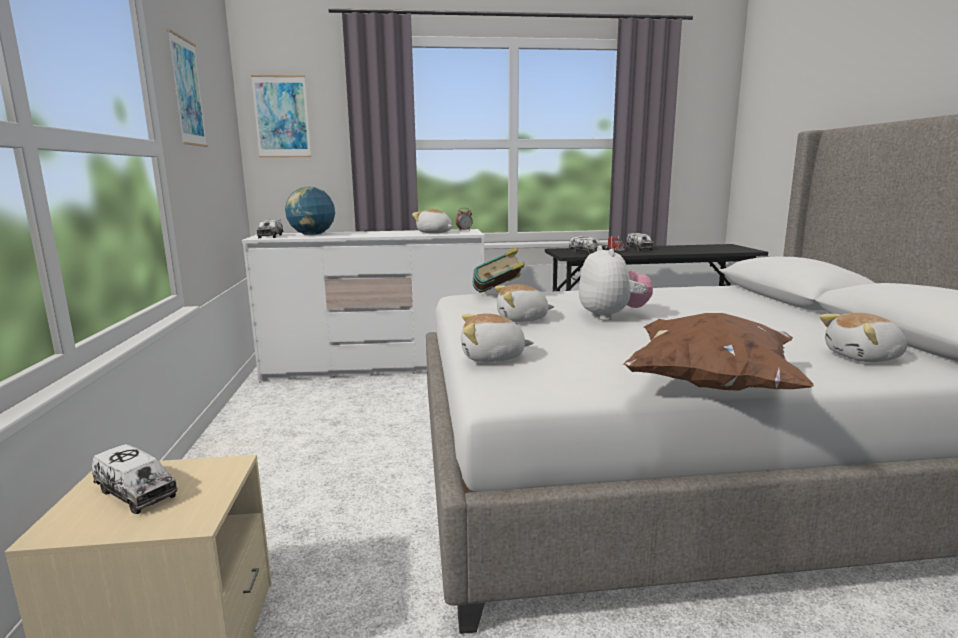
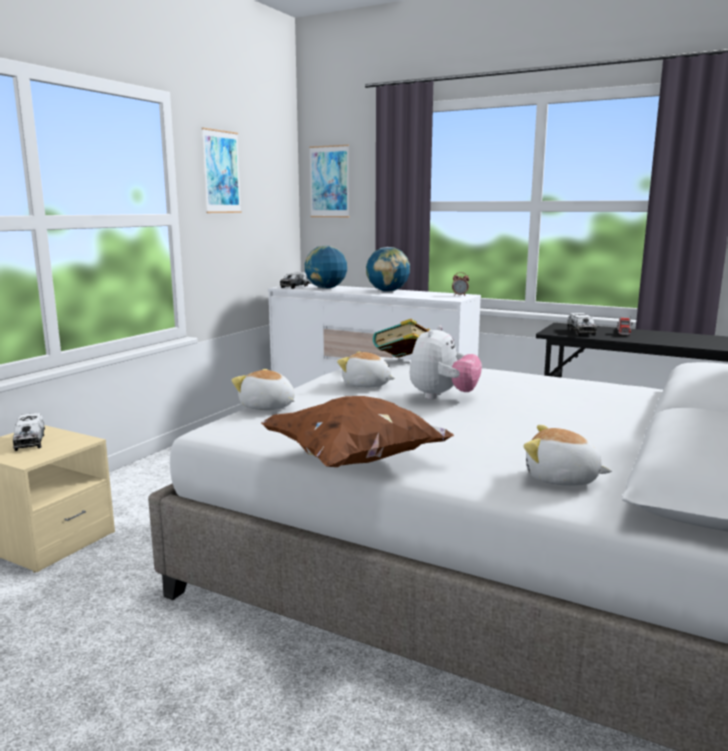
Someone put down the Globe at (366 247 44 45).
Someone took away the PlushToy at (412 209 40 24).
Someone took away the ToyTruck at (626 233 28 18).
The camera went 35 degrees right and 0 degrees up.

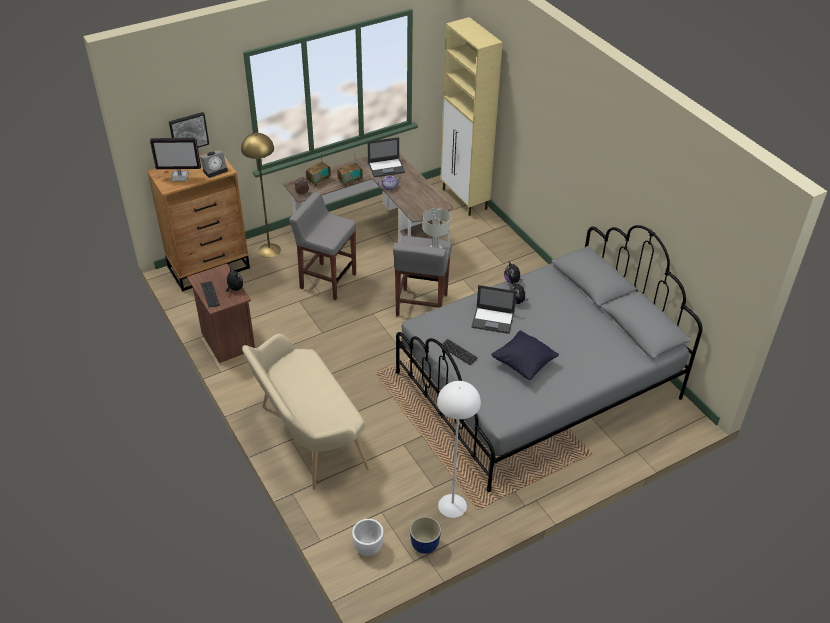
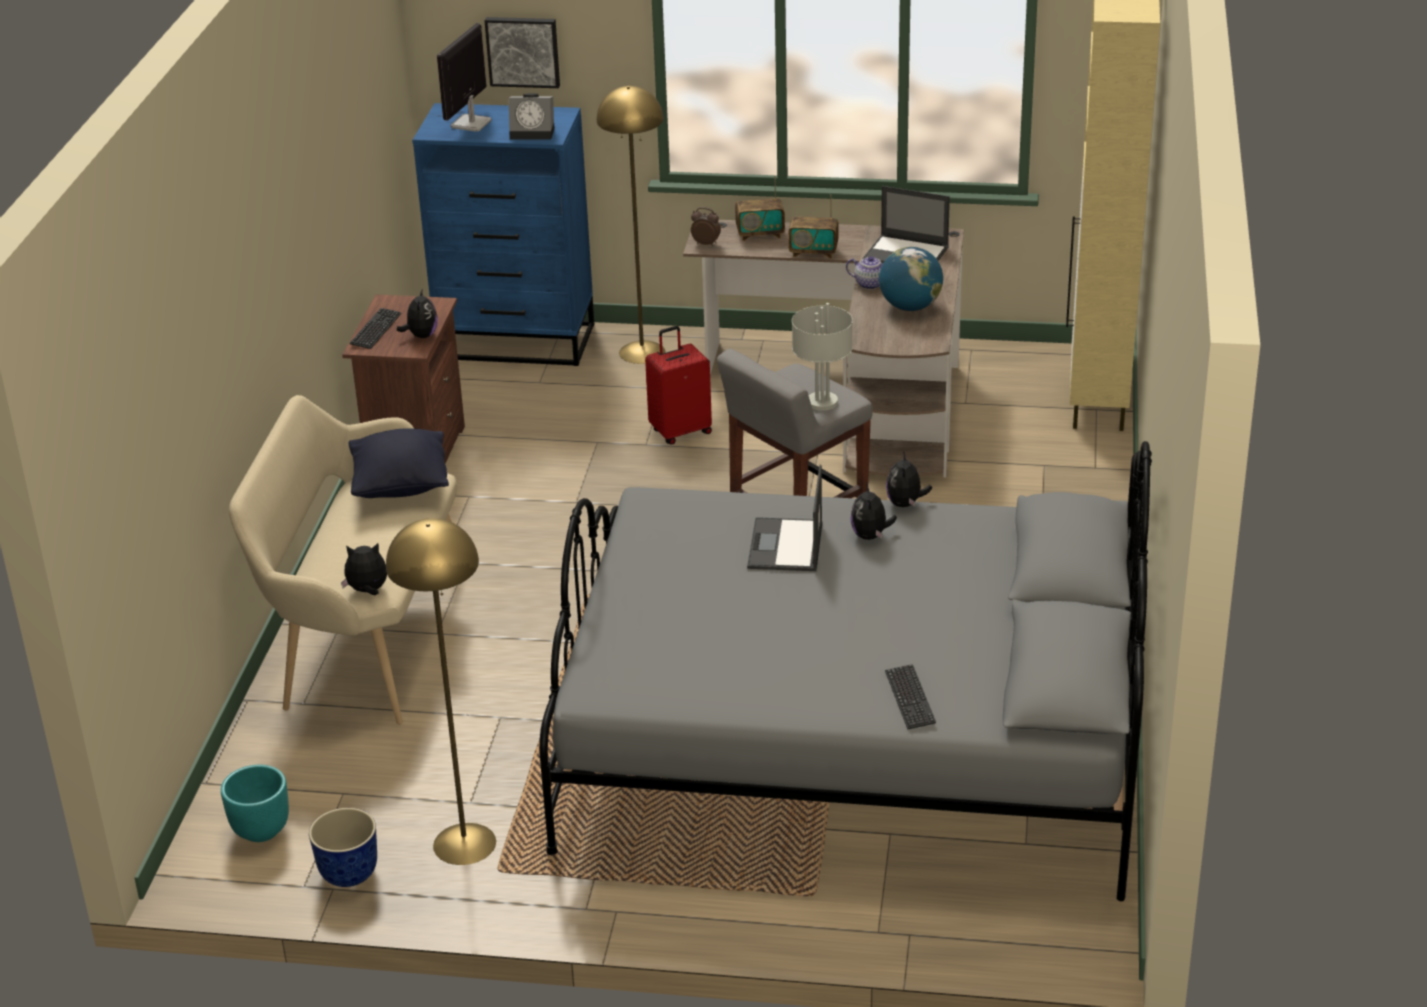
Someone repainted the WhitePlanter at (352 519 32 37), which became the TurquoisePlanter at (221 764 68 78).
Someone put down the PlushToy at (341 543 46 52).
Someone carried the BlackPillow from (491 331 68 49) to (348 428 101 70).
Someone repainted the WhiteFloorLamp at (437 381 44 137), which became the YellowFloorLamp at (386 518 110 347).
Someone repainted the BrownDresser at (147 150 103 142), which became the BlueDresser at (412 103 182 263).
Someone rotated the Monitor at (150 138 51 43) by 75 degrees clockwise.
Someone swapped the GreyStool at (289 192 67 108) for the RedSuitcase at (645 326 67 119).
Someone rotated the Laptop at (471 285 46 49) by 45 degrees clockwise.
Someone put down the Globe at (879 247 64 64).
Someone carried the Keyboard from (442 339 36 27) to (885 664 51 65).
The camera went 40 degrees right and 10 degrees down.

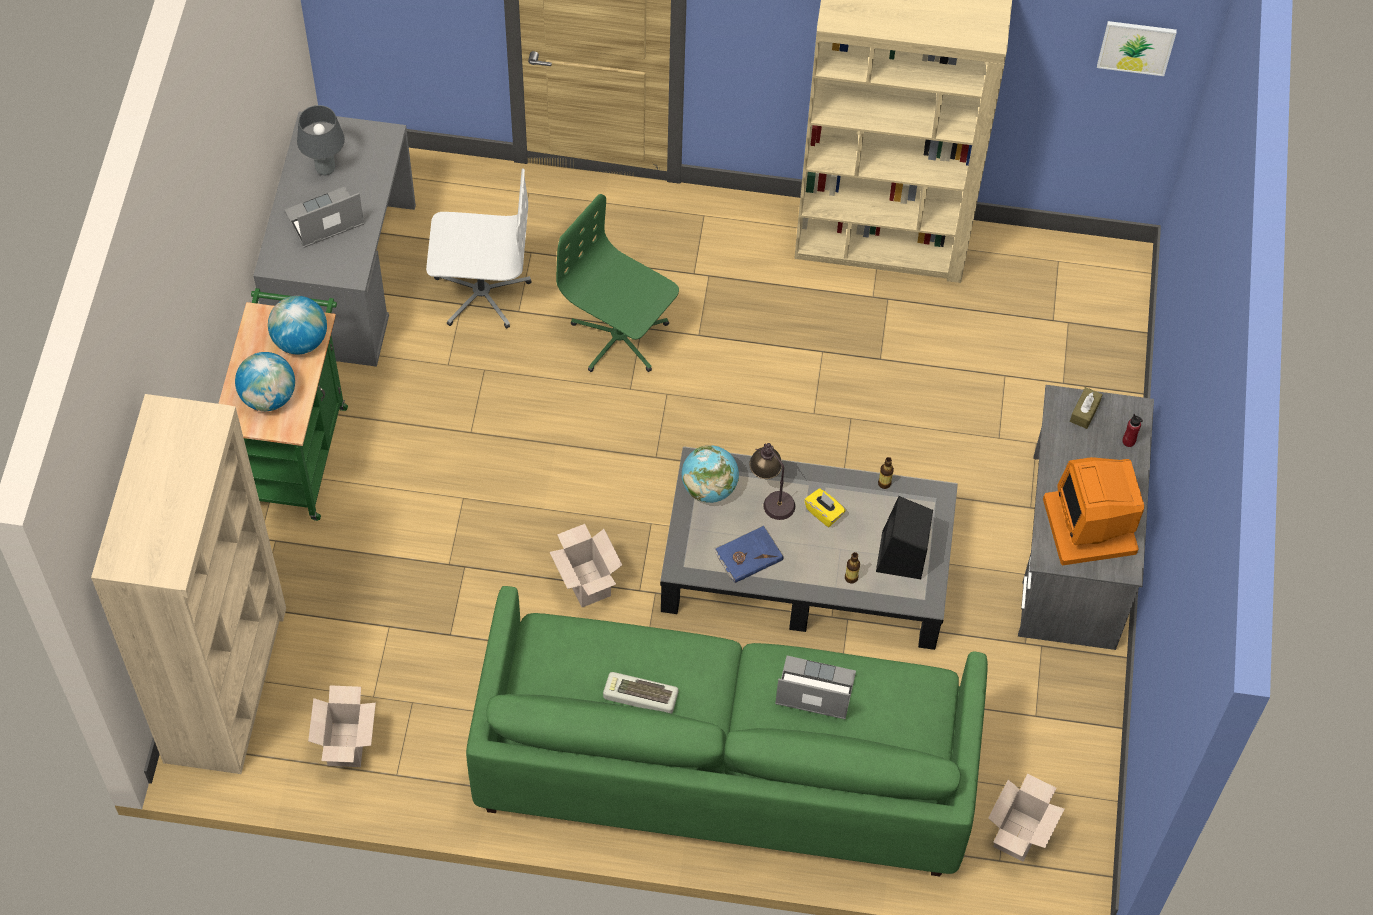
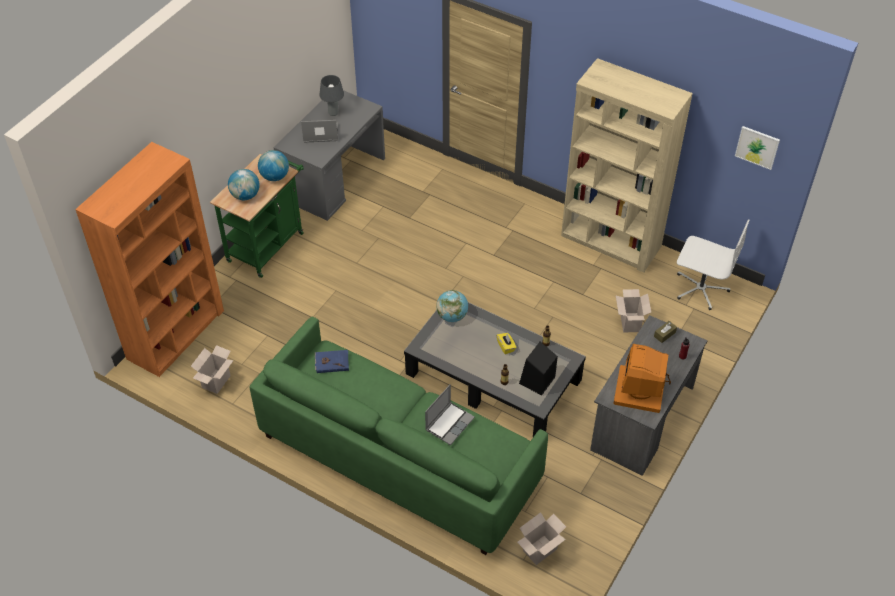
Someone repainted the BeigeBookcase at (91 394 195 380), which became the OrangeBookcase at (75 142 149 235).
Someone carried the BlueBook from (713 526 70 57) to (315 350 34 23).
Someone rotated the Laptop at (775 656 81 63) by 90 degrees clockwise.
Someone carried the CardboardBox from (550 524 72 83) to (616 289 35 44).
Someone carried the WhiteOfficeChair from (426 169 106 160) to (677 219 73 91).
Someone took away the GreenOfficeChair at (556 194 123 178).
Someone took away the Keyboard at (603 672 75 42).
Someone took away the TableLamp at (749 443 46 77).
The camera went 25 degrees right and 10 degrees down.

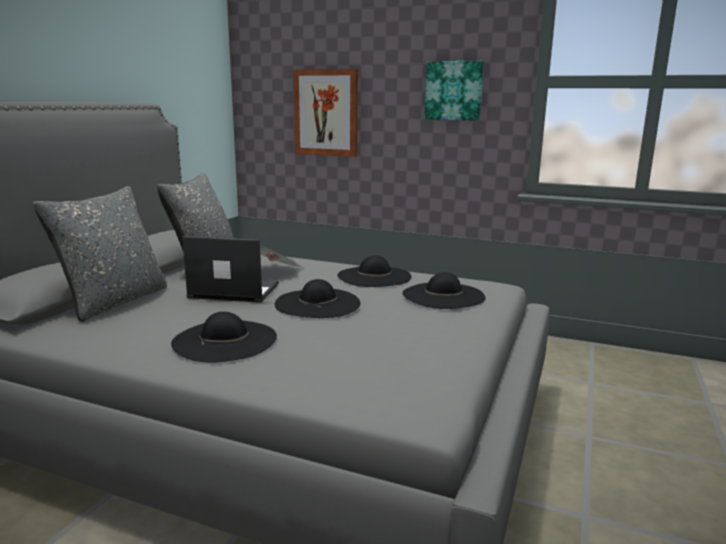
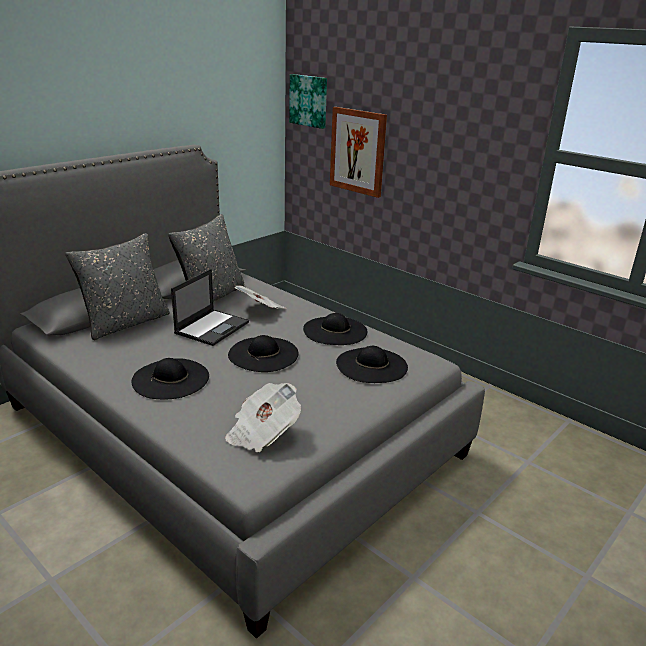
Someone rotated the Laptop at (182 236 97 67) by 90 degrees clockwise.
Someone put down the Newspaper at (225 383 76 69).
Someone carried the Picture from (425 60 59 61) to (289 74 38 55).
The camera went 20 degrees right and 10 degrees up.

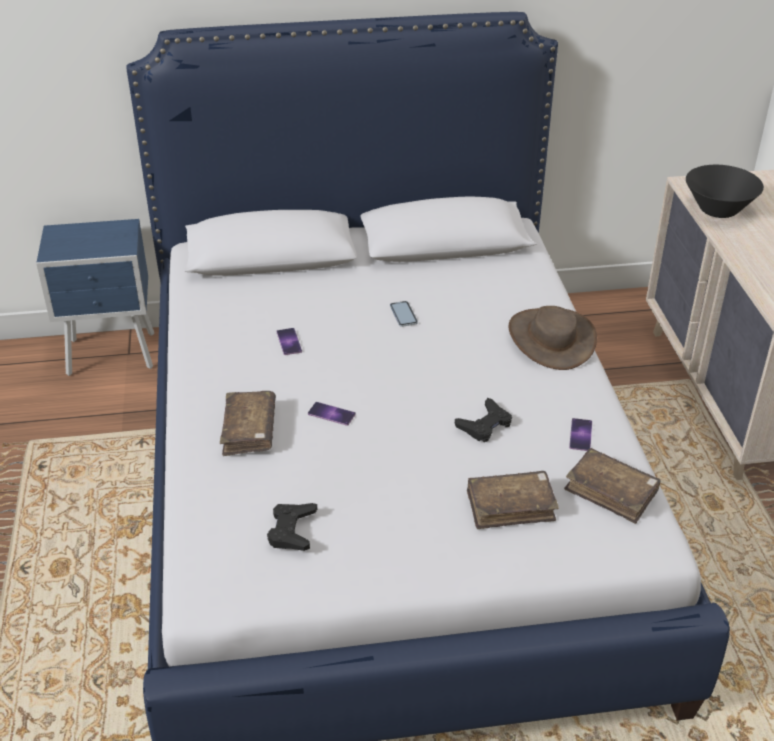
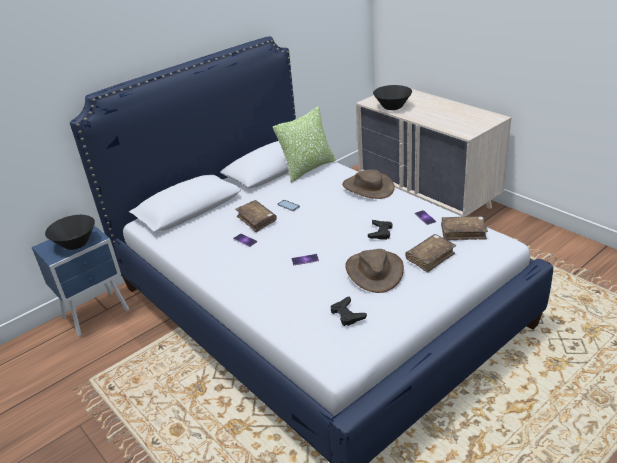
Someone put down the BlackBowl at (45 215 50 35).
Someone carried the BrownBook from (220 391 56 65) to (235 200 42 32).
Someone put down the Pillow at (273 106 63 77).
Someone put down the BrownHat at (345 249 59 44).
The camera went 30 degrees left and 5 degrees down.

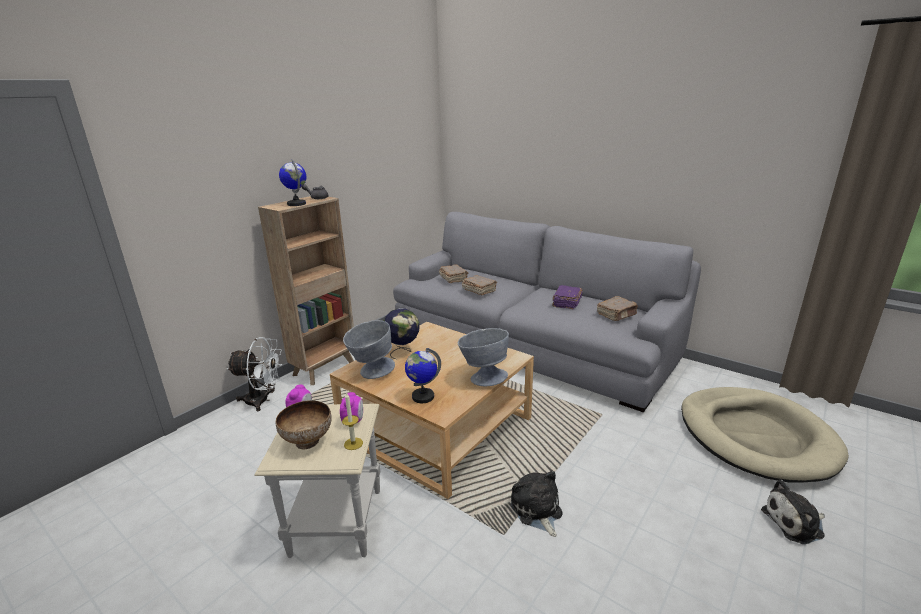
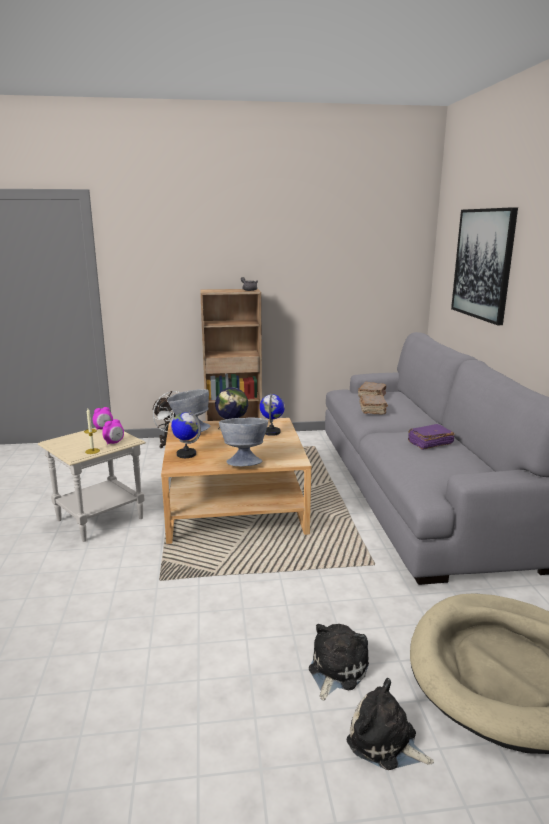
Someone carried the Globe from (279 160 27 46) to (260 393 25 43).
Someone carried the PlushToy from (511 471 51 66) to (309 624 60 76).
Someone put up the Picture at (451 207 67 118).
Someone took away the Bowl at (275 400 57 49).
Someone took away the BrownBook at (597 296 41 25).
The camera went 45 degrees right and 5 degrees down.

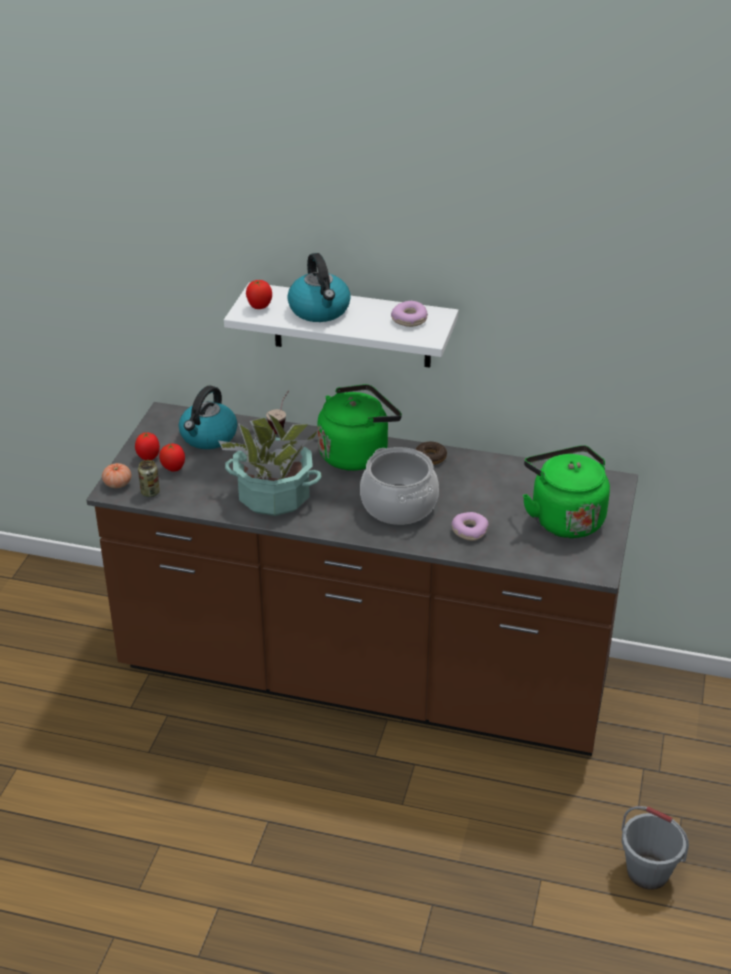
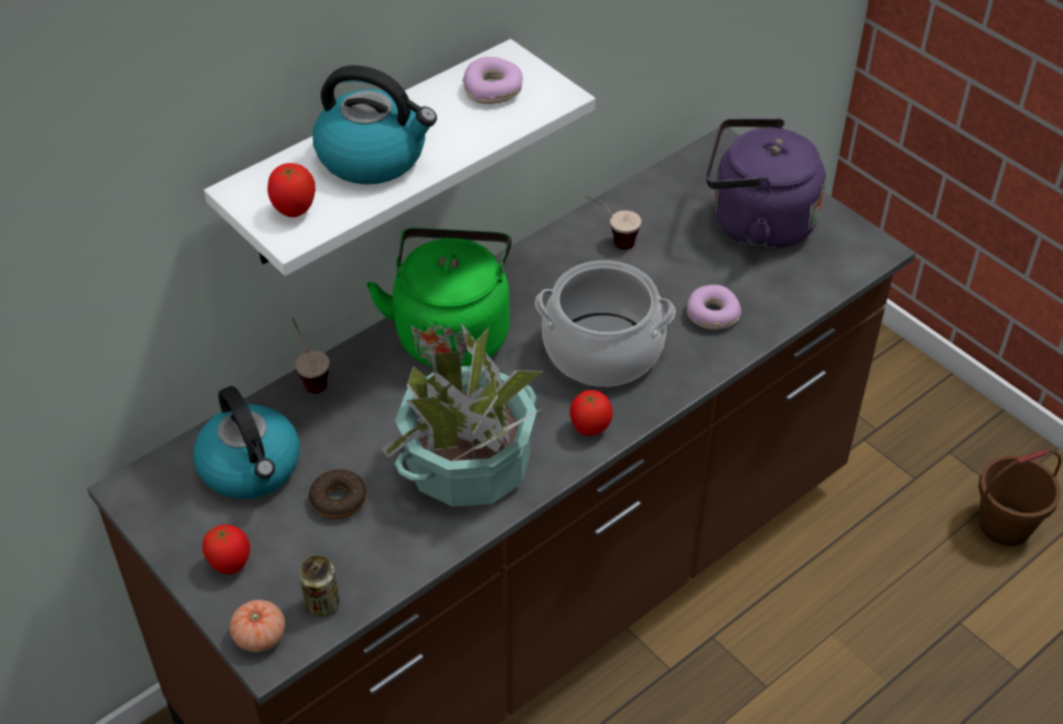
Someone carried the Donut from (416 442 31 23) to (309 469 57 50).
Someone carried the Tomato from (159 443 26 29) to (570 390 43 46).
Someone put down the Cup at (587 196 54 54).
Someone repainted the GreenKettle at (523 445 87 93), which became the PurpleKettle at (706 118 120 132).
Someone repainted the GreyBucket at (621 806 68 84), which became the BrownBucket at (978 449 84 97).
The camera went 55 degrees left and 10 degrees up.

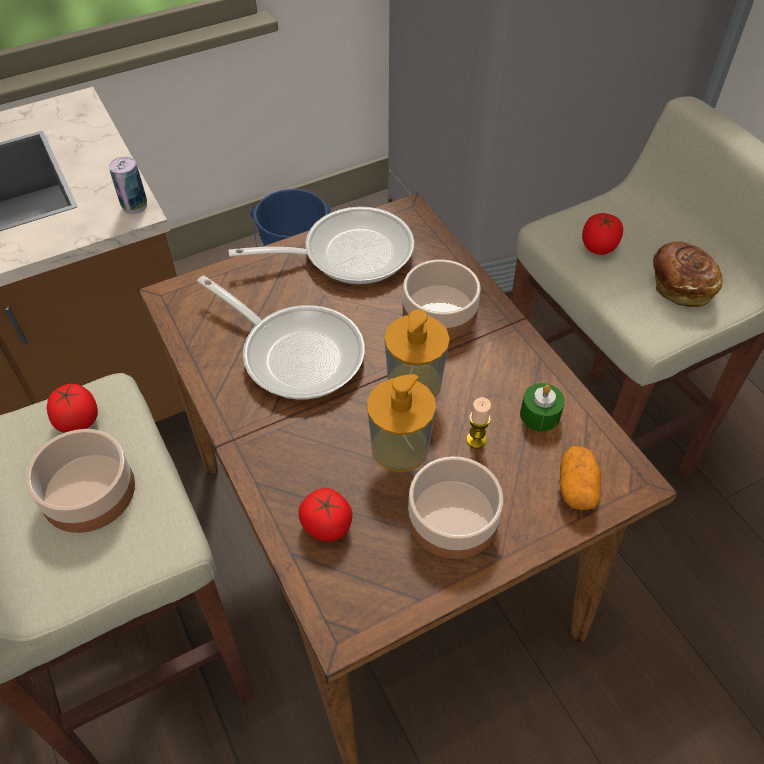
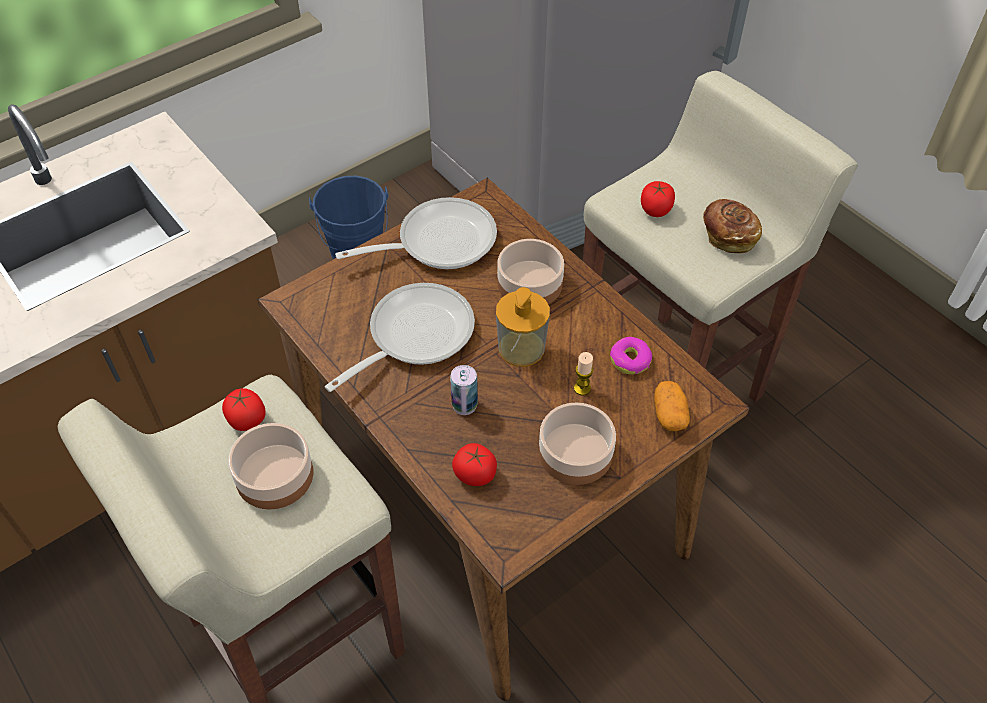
Someone rotated the FryingPan at (197 276 168 124) by 75 degrees counterclockwise.
Someone carried the Can from (109 156 38 58) to (450 365 28 50).
Someone swapped the GreenCandle at (520 383 45 49) for the Donut at (610 337 42 38).
Someone took away the SoapDispenser at (367 374 69 98).
The camera went 10 degrees left and 0 degrees up.

